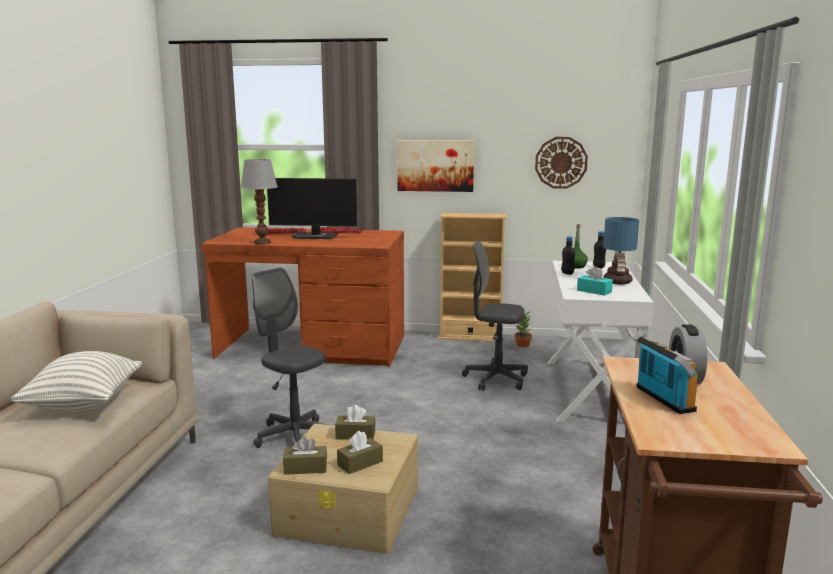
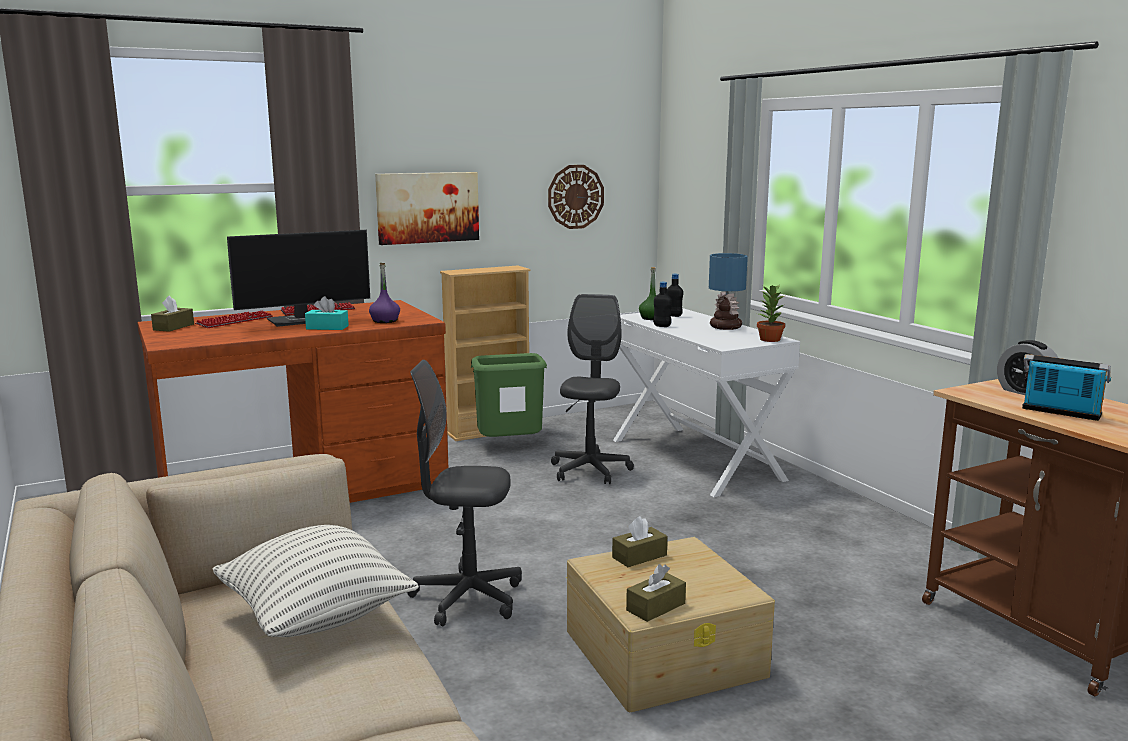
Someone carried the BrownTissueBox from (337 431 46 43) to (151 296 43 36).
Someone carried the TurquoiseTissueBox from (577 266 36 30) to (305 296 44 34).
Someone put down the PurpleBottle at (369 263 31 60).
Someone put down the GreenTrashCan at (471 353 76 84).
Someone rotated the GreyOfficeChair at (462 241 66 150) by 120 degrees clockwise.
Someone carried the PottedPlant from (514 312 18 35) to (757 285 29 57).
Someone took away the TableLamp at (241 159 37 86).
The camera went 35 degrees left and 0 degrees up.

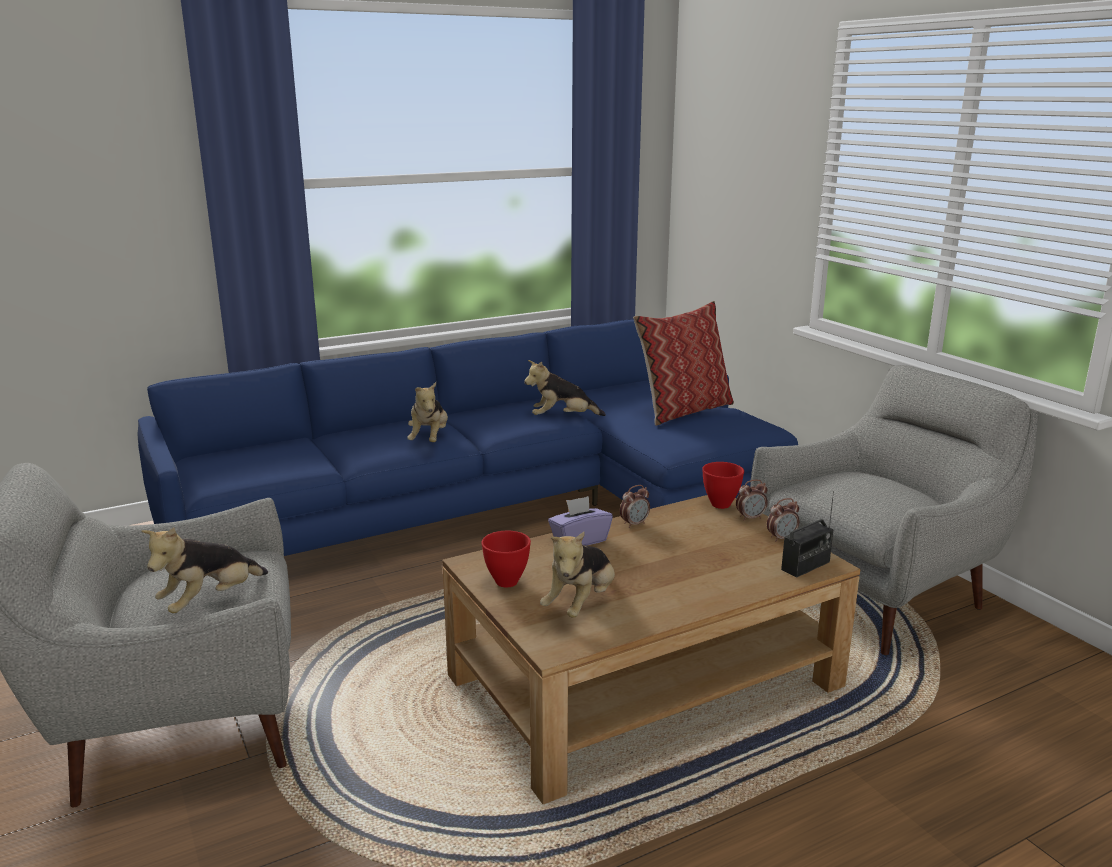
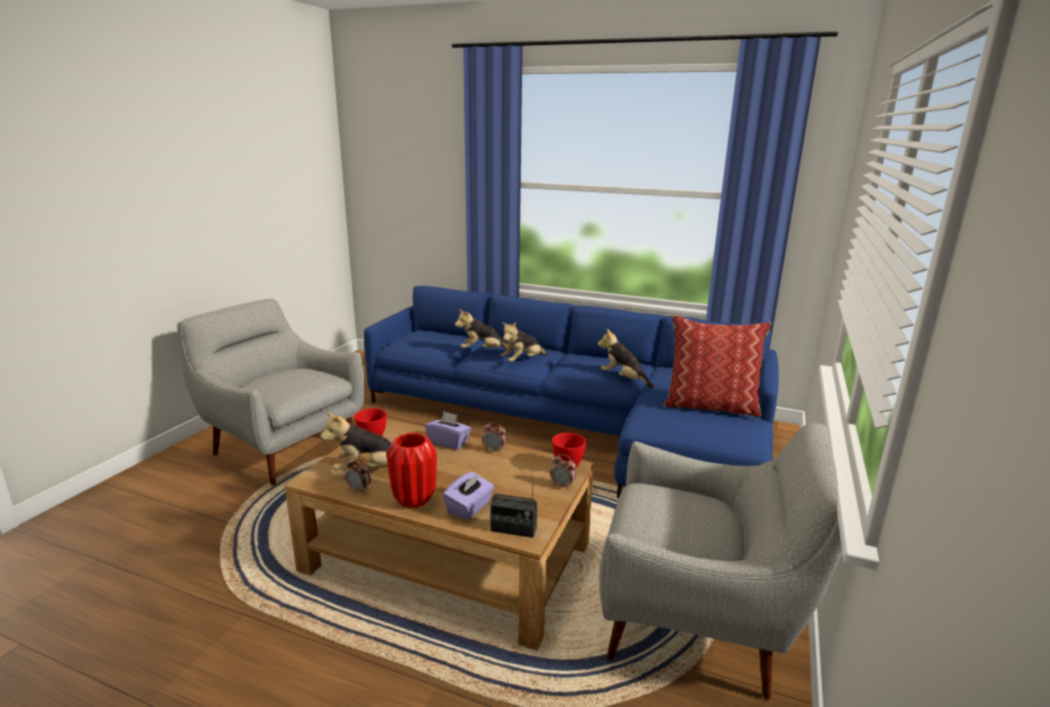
Someone carried the AlarmClock from (767 498 32 44) to (345 457 26 36).
Someone put down the RedVase at (387 433 50 75).
Someone put down the PurpleTissueBox at (443 472 51 48).
Someone carried the PlushToy from (142 528 126 85) to (455 309 59 42).
The camera went 50 degrees right and 0 degrees up.

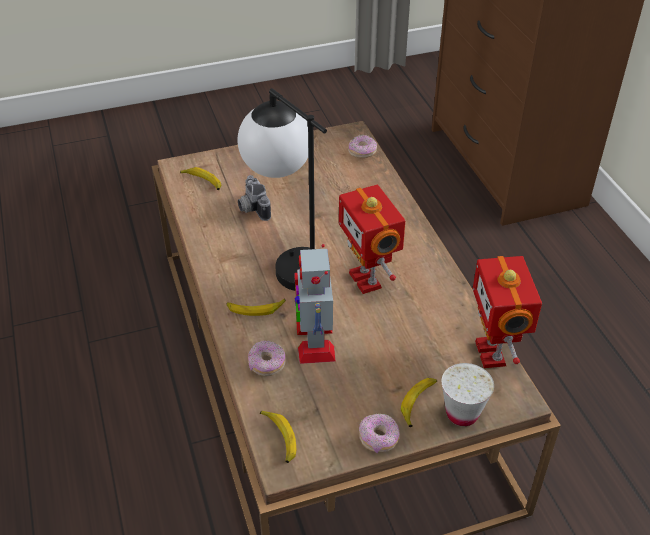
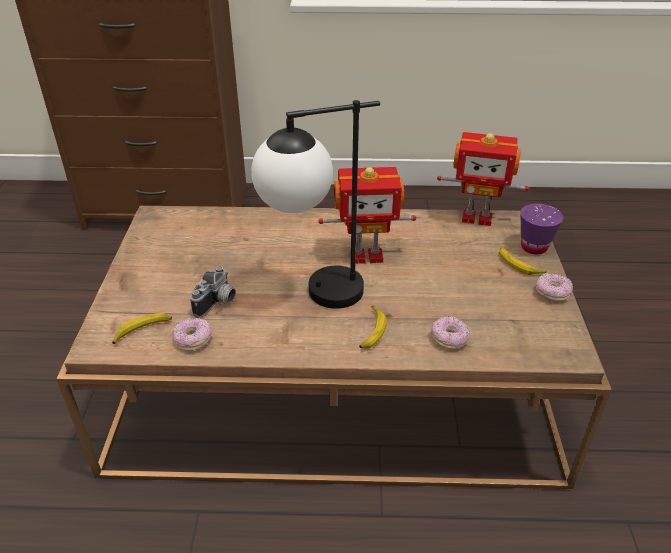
Someone carried the Donut from (348 134 29 24) to (172 318 40 33).
Someone rotated the PhotoCamera at (238 175 33 46) by 60 degrees counterclockwise.
Someone repainted the WhiteCup at (442 363 52 63), which became the PurpleCup at (520 204 43 51).
Someone took away the Banana at (260 410 36 53).
Someone took away the ToyRobot at (294 244 42 120).
The camera went 70 degrees left and 5 degrees down.

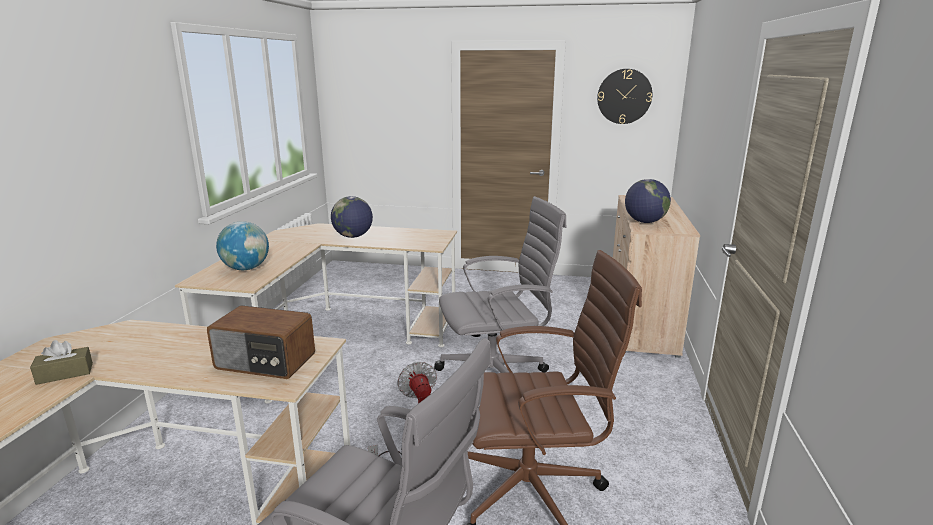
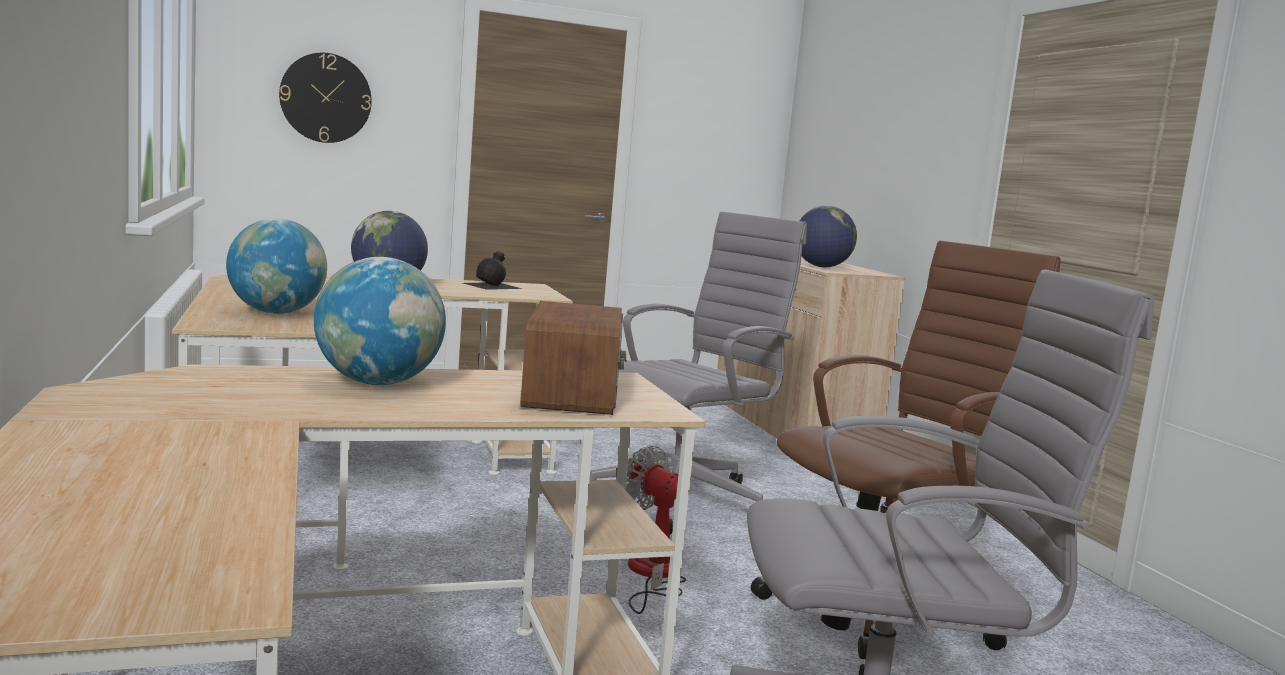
Someone carried the WallClock from (597 69 55 55) to (279 53 93 90).
Someone put down the Globe at (314 257 132 128).
Someone put down the BlackBottle at (463 251 60 39).
Someone rotated the Radio at (207 305 108 74) by 75 degrees counterclockwise.
Someone took away the BrownTissueBox at (30 340 63 45).
The camera went 30 degrees left and 10 degrees down.

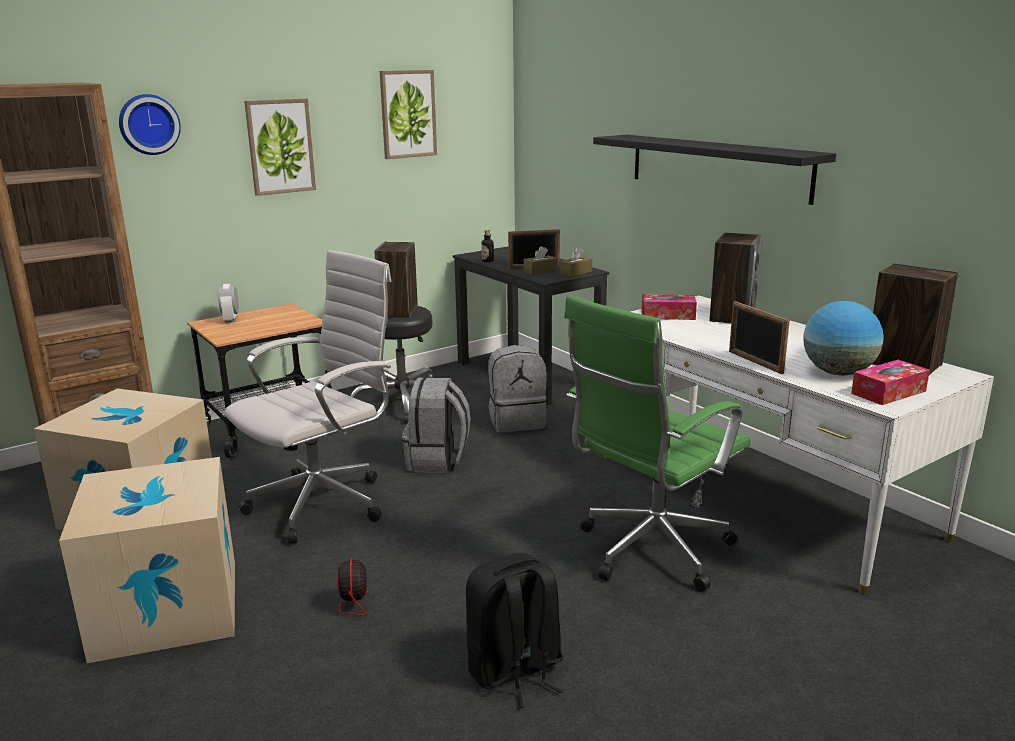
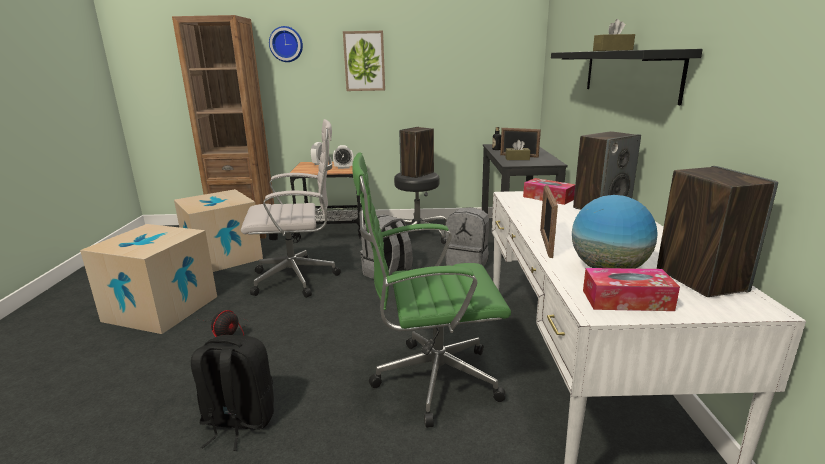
Someone put down the AlarmClock at (333 145 20 24).
Someone carried the BrownTissueBox from (560 247 32 30) to (593 19 42 32).
Someone took away the Picture at (380 70 57 89).
The camera went 35 degrees right and 0 degrees up.

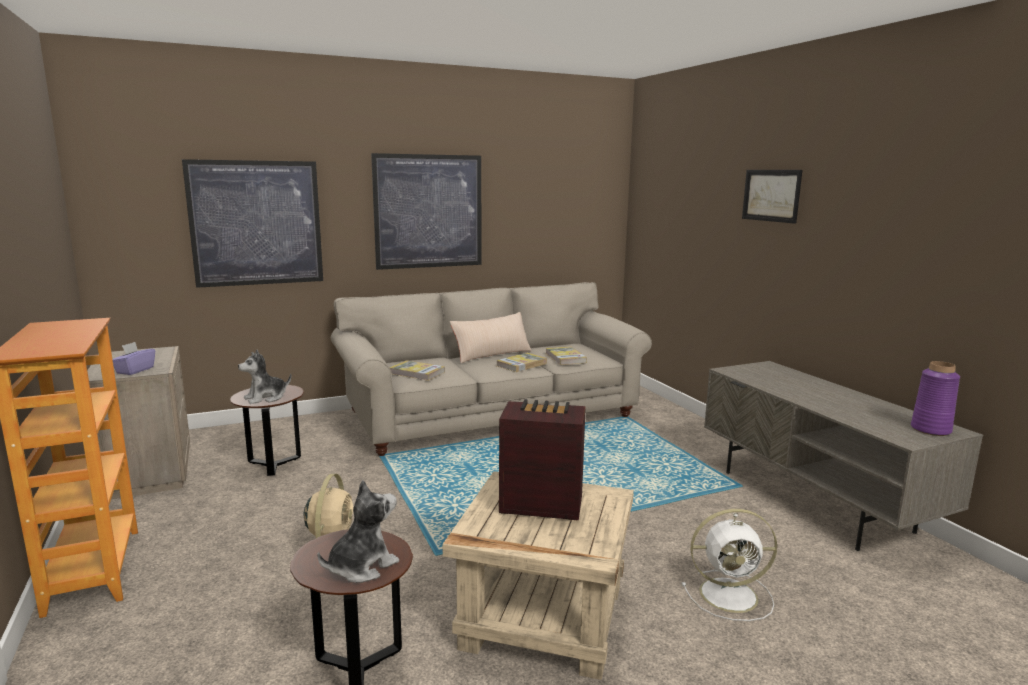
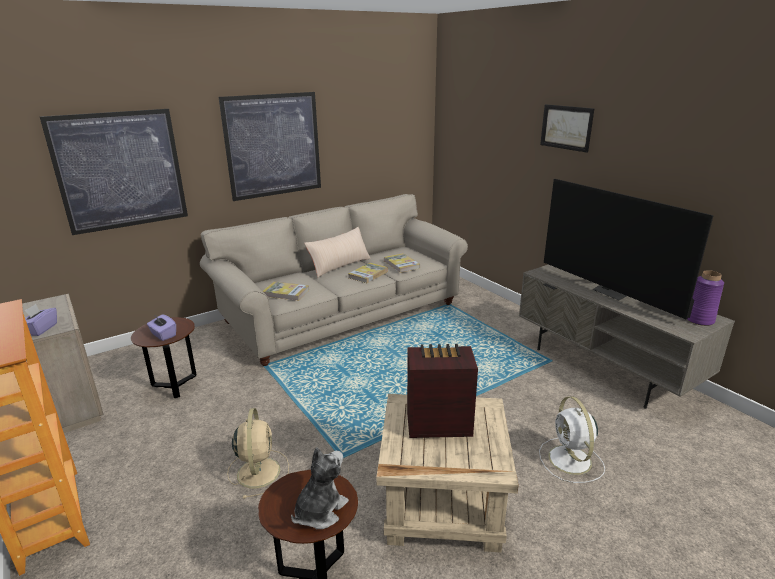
Someone swapped the PlushToy at (238 350 54 54) for the PurpleTissueBox at (147 315 29 26).
Someone rotated the WhiteFan at (682 509 95 112) by 90 degrees clockwise.
Someone put down the Television at (544 179 170 140).
The camera went 10 degrees left and 10 degrees up.

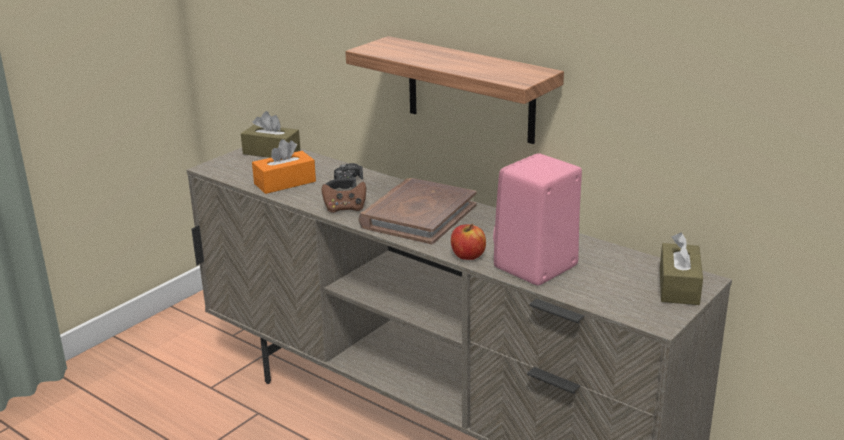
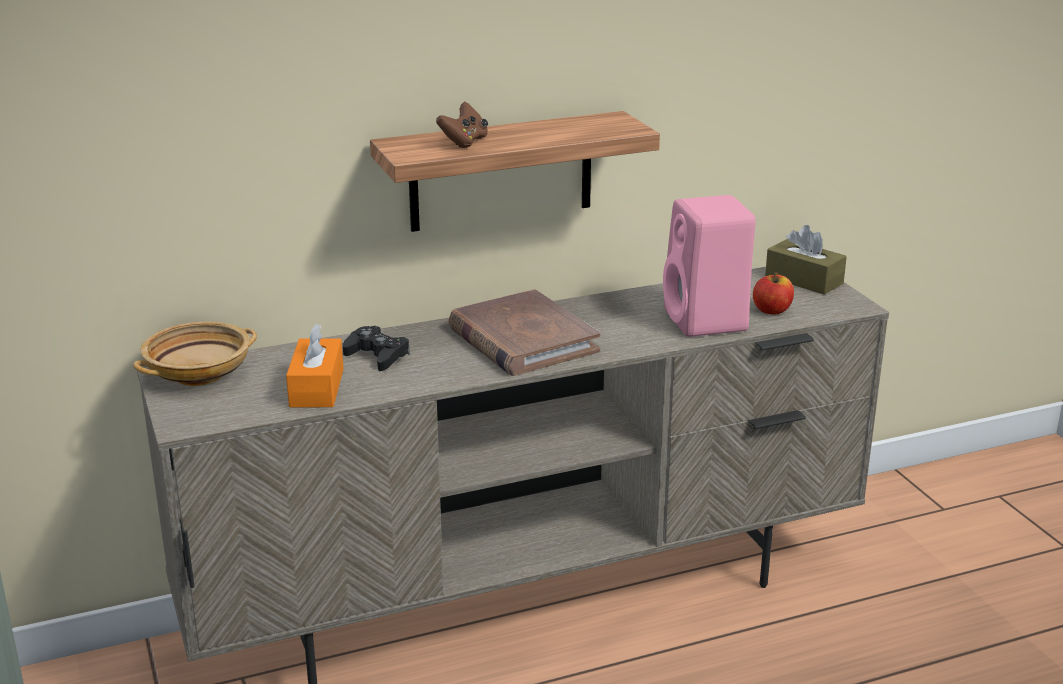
Someone swapped the BrownTissueBox at (241 111 60 47) for the BeigeBowl at (133 321 124 65).
Someone carried the BrownGameController from (322 182 44 31) to (436 102 52 46).
Someone carried the Apple from (451 224 35 36) to (753 272 41 42).
The camera went 60 degrees left and 0 degrees up.

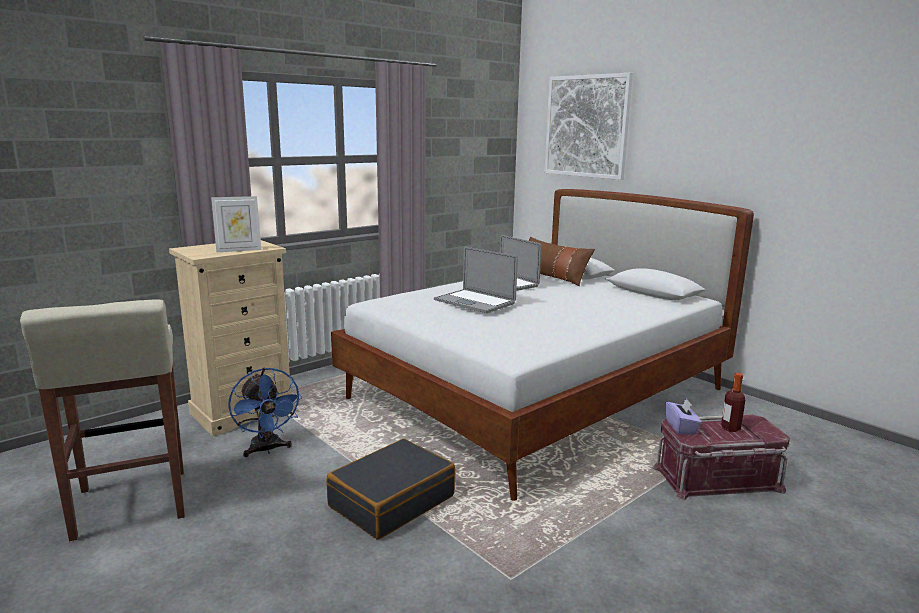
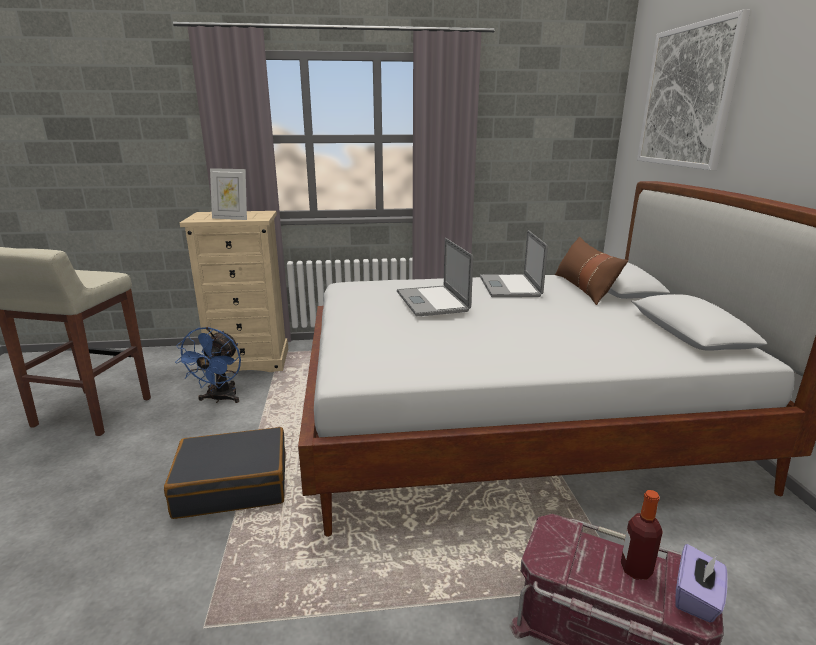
Someone carried the PurpleTissueBox from (665 398 36 36) to (676 544 52 79).
The camera went 35 degrees right and 5 degrees up.

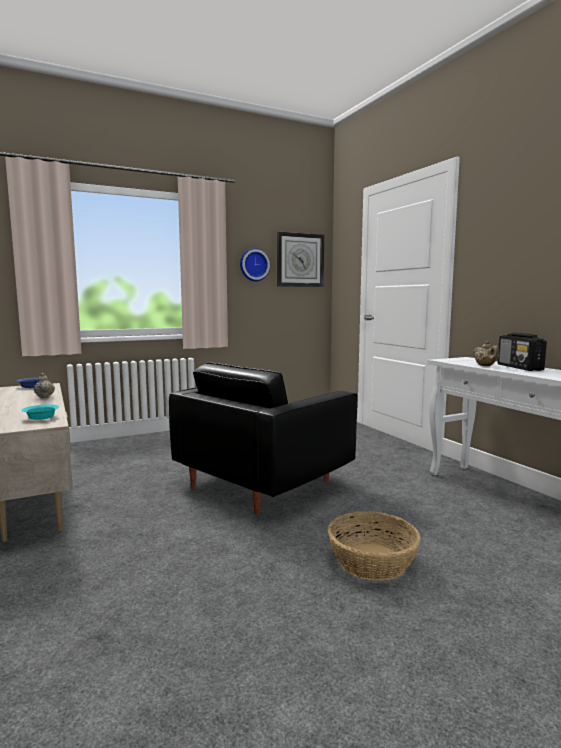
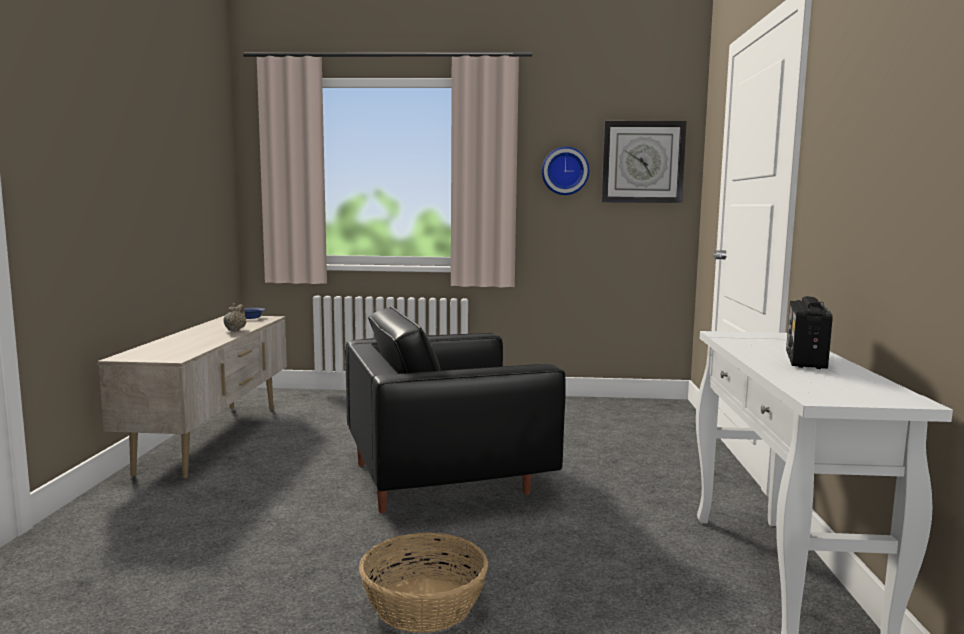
Someone took away the TurquoiseBowl at (22 404 37 16).
Someone took away the BeigeTeapot at (473 341 26 25).
The camera went 30 degrees right and 0 degrees up.

